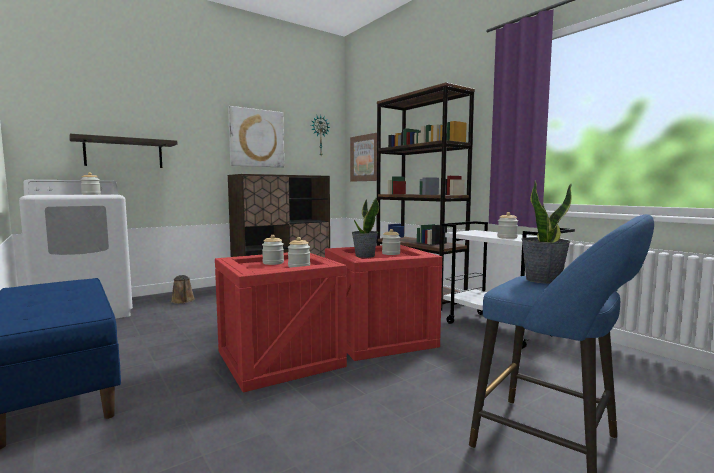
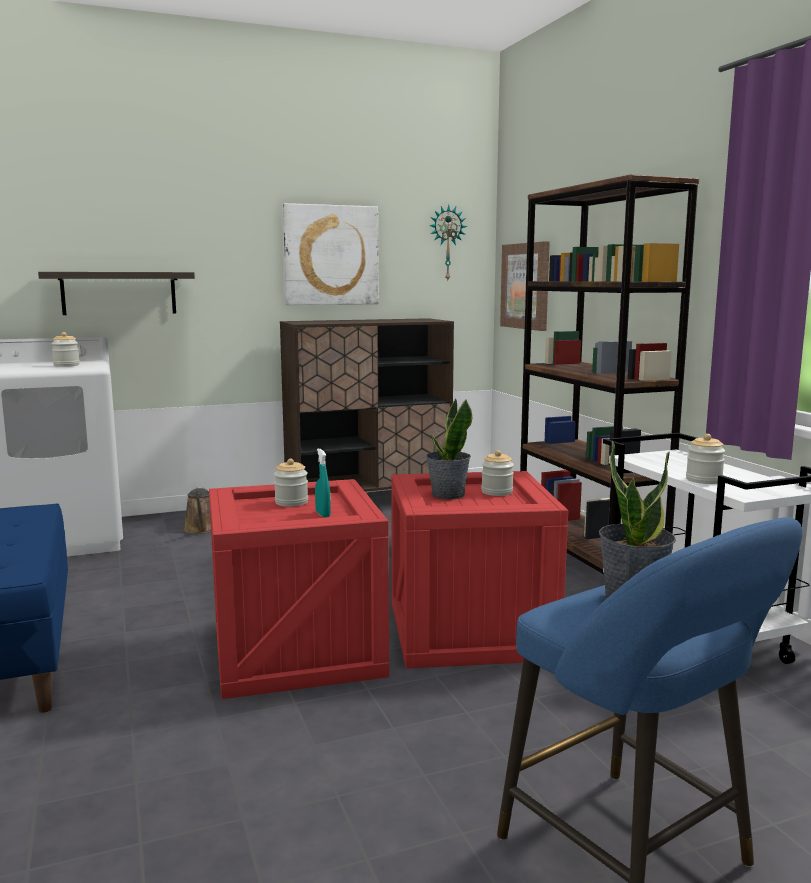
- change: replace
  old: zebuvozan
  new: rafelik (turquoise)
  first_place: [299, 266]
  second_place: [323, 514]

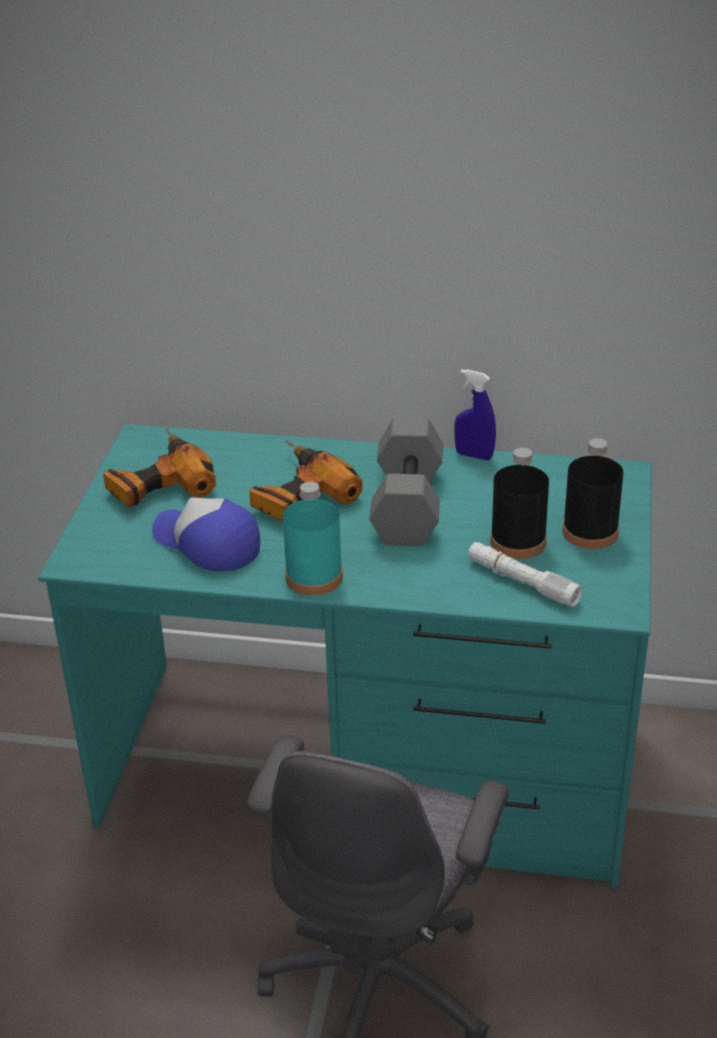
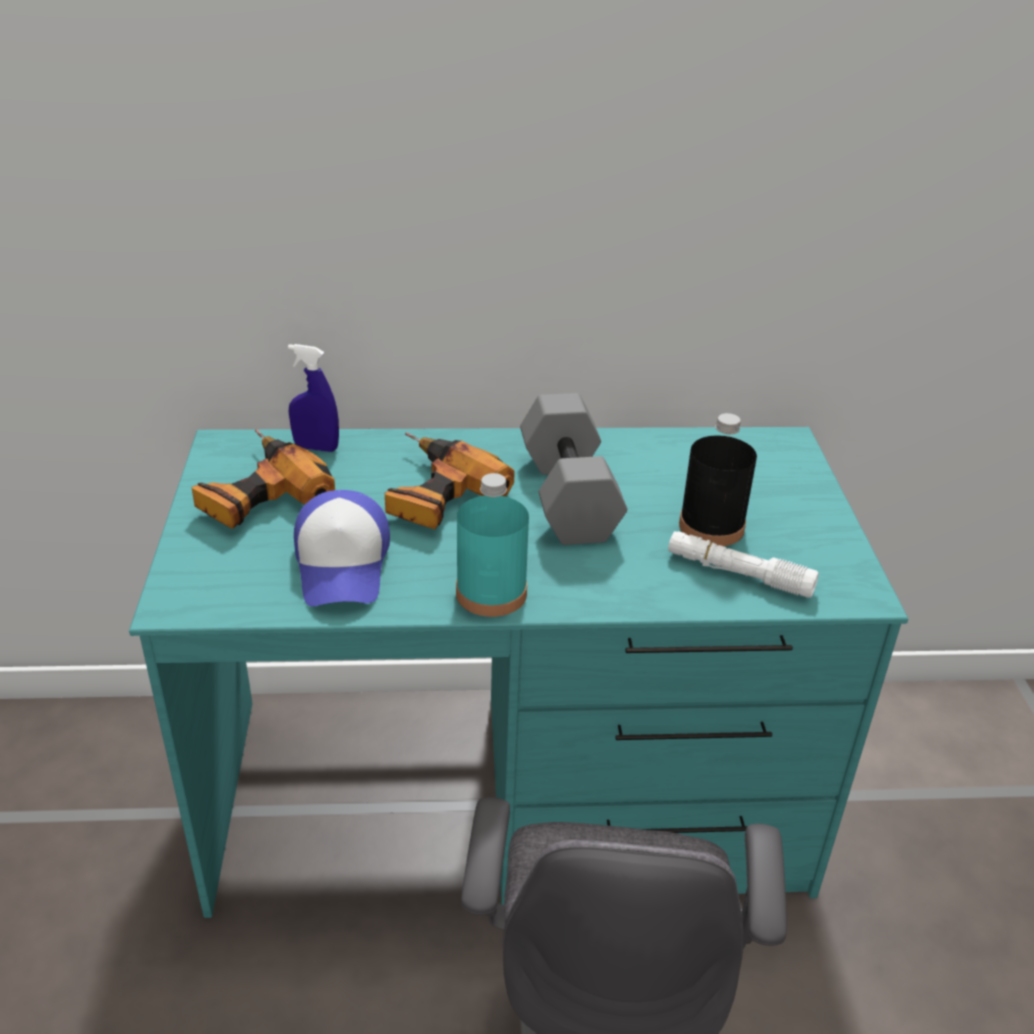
- change: move
  old: rafelik (blue)
  first_place: [474, 455]
  second_place: [316, 448]
- change: rotate
  old: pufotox
  first_place: [207, 543]
  second_place: [343, 564]
  degrees: -120
- change: delete
  old: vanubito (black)
  first_place: [590, 532]

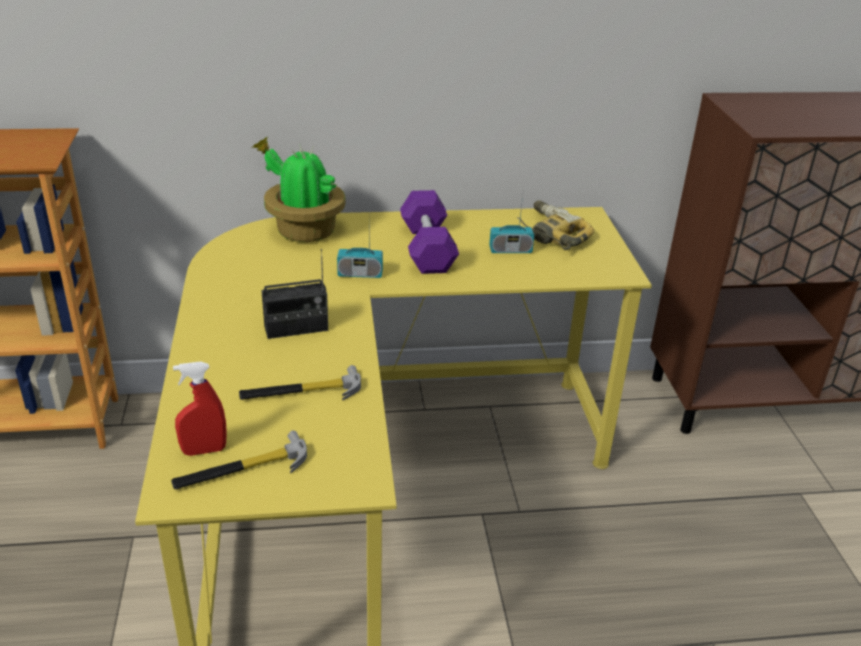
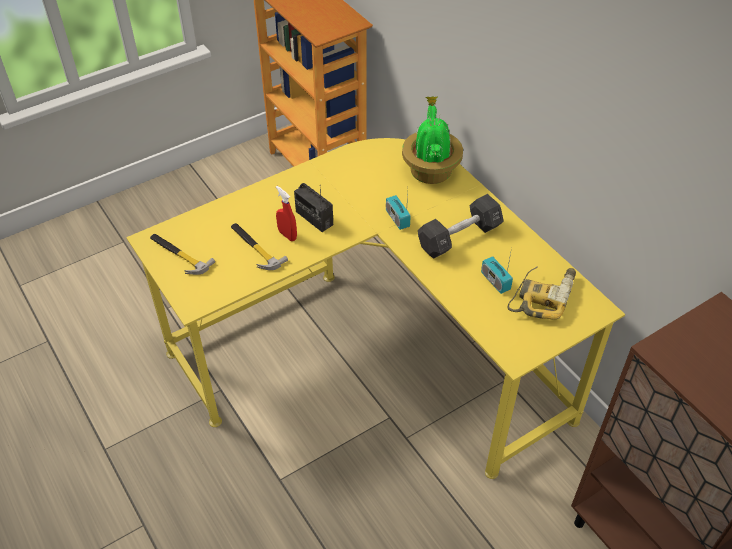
- change: move
  old: rafelik (red)
  first_place: [204, 450]
  second_place: [287, 235]
- change: recolor
  old: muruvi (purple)
  new: muruvi (black)
  first_place: [427, 248]
  second_place: [459, 237]

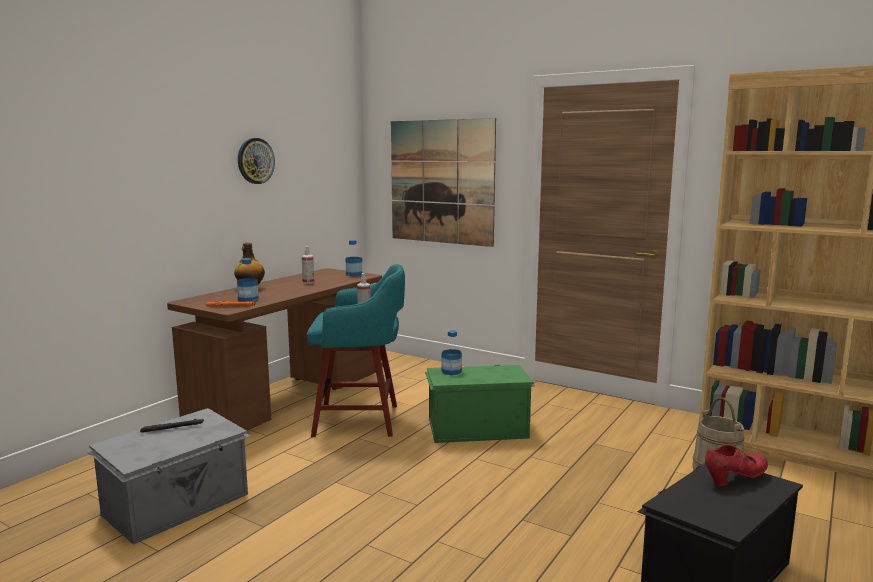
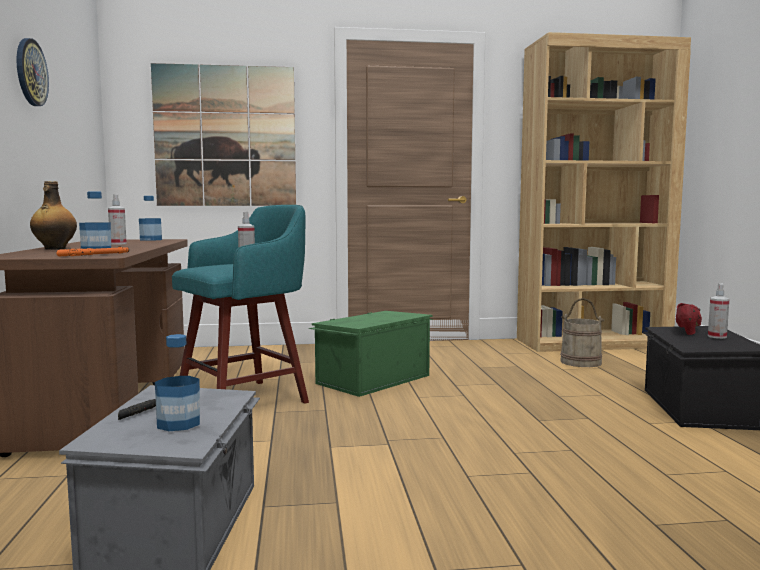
- change: move
  old: vanubito
  first_place: [451, 371]
  second_place: [178, 423]
- change: insert
  new: rafelik
  second_place: [717, 336]

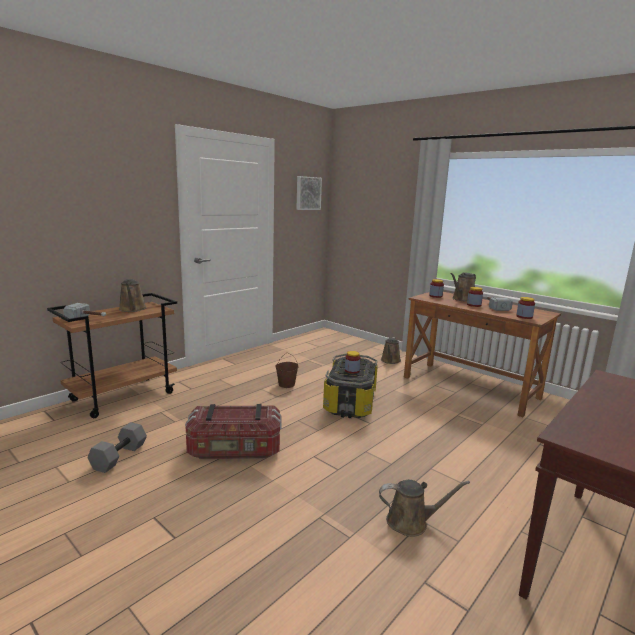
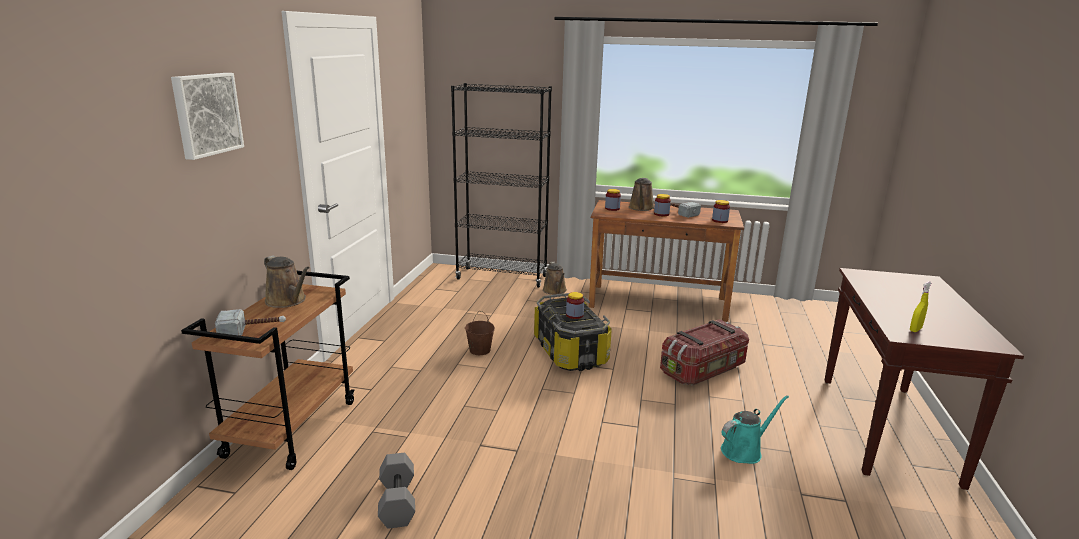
- change: move
  old: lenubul
  first_place: [307, 193]
  second_place: [206, 114]
- change: insert
  new: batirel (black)
  second_place: [502, 278]
- change: move
  old: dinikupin
  first_place: [235, 450]
  second_place: [704, 370]
- change: recolor
  old: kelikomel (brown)
  new: kelikomel (turquoise)
  first_place: [411, 522]
  second_place: [744, 450]
- change: insert
  new: rafelik (yellow)
  second_place: [915, 330]

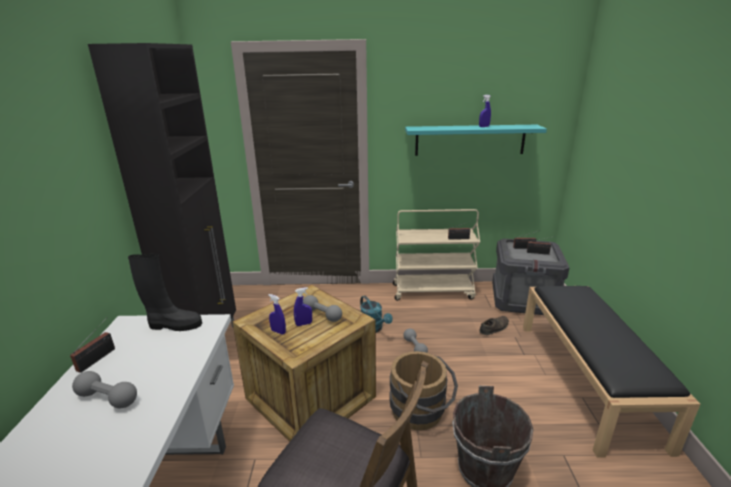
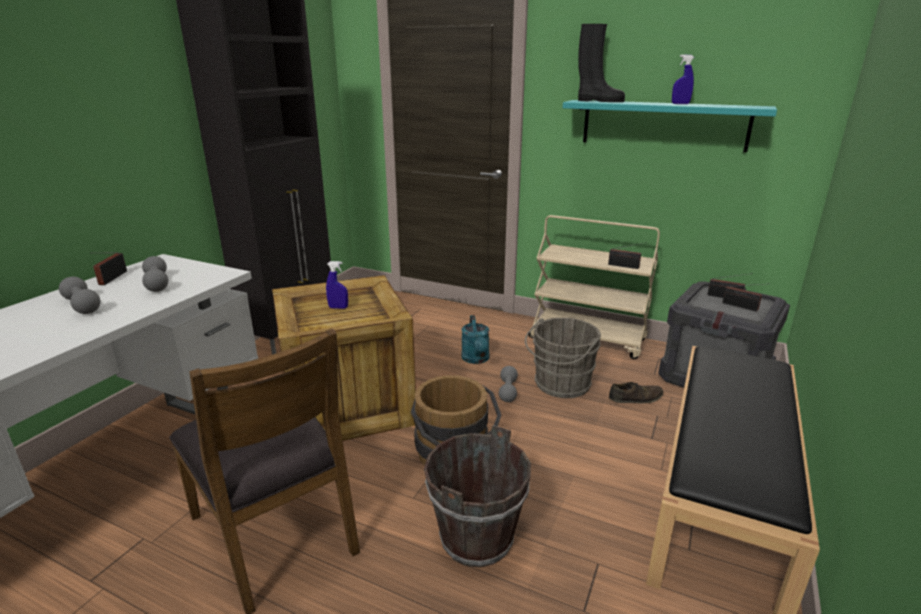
- change: rotate
  old: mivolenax
  first_place: [98, 358]
  second_place: [111, 278]
  degrees: 135
- change: move
  old: muruvi (grey)
  first_place: [322, 315]
  second_place: [157, 283]
- change: insert
  new: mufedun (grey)
  second_place: [560, 385]
- change: move
  old: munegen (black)
  first_place: [174, 325]
  second_place: [599, 101]
- change: delete
  old: rafelik (blue)
  first_place: [278, 331]

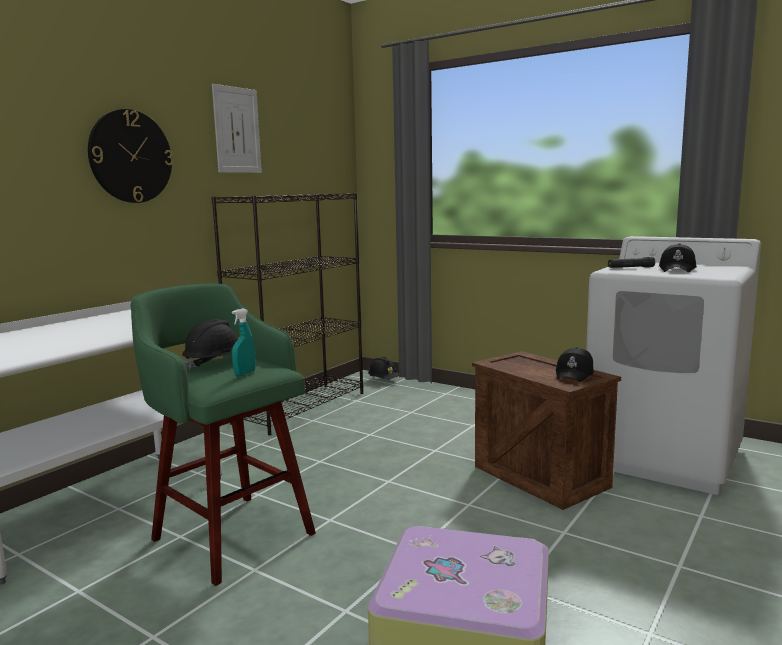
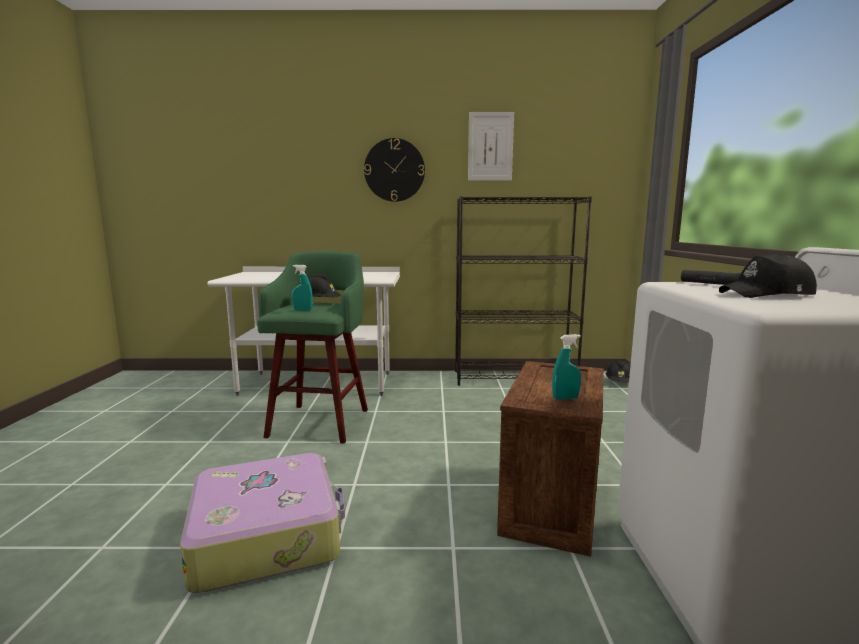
- change: replace
  old: pufotox (black)
  new: rafelik (turquoise)
  first_place: [575, 374]
  second_place: [565, 398]

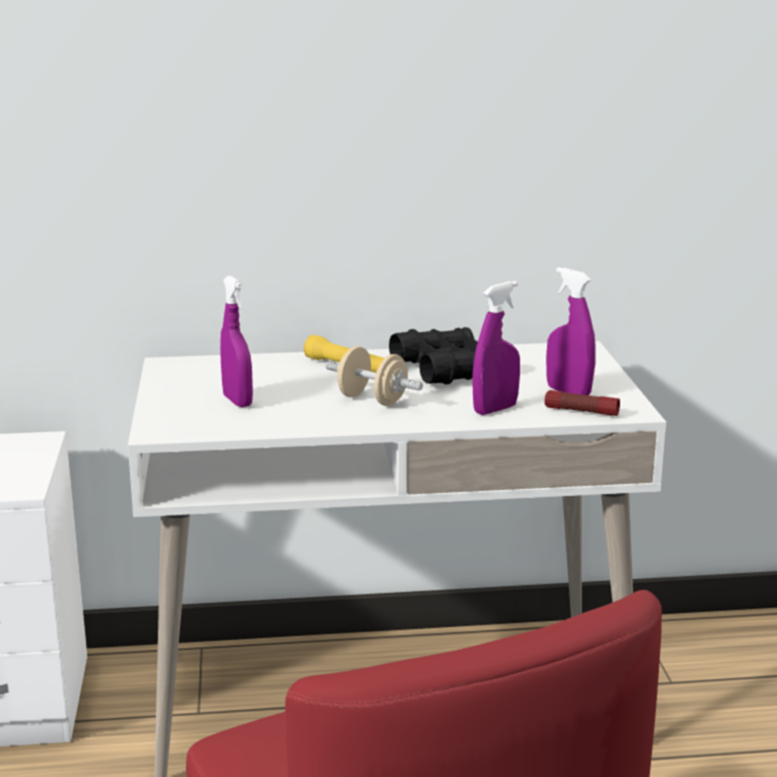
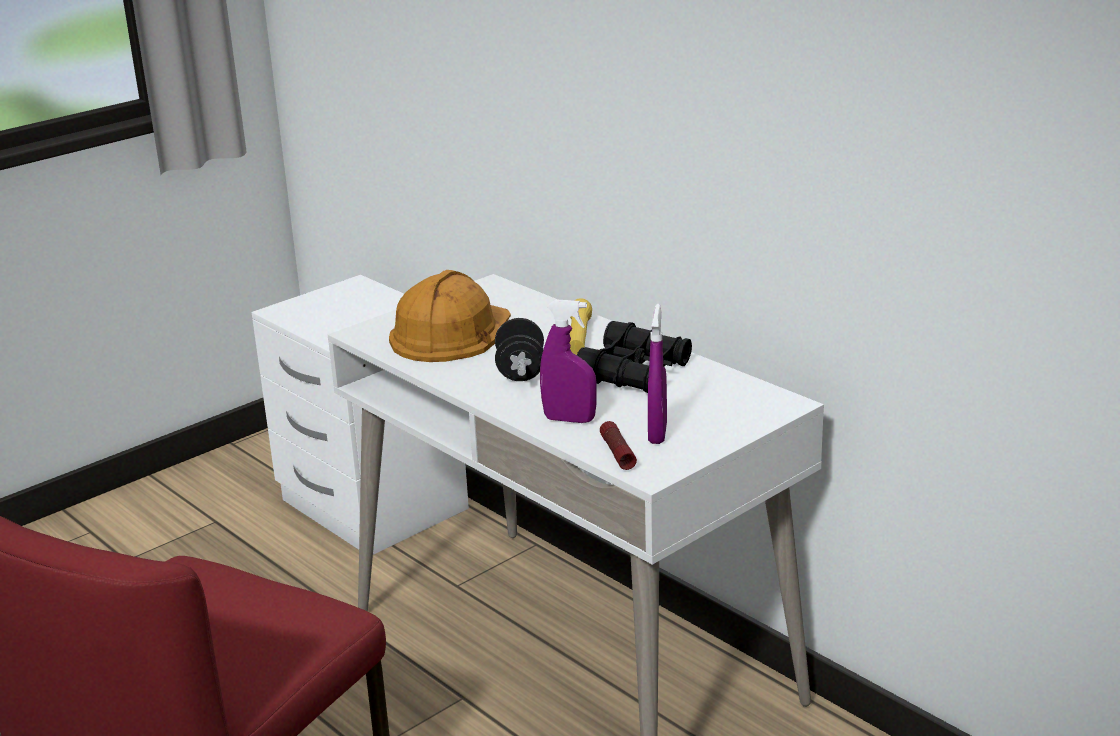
- change: replace
  old: rafelik (purple)
  new: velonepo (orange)
  first_place: [237, 401]
  second_place: [450, 332]
- change: recolor
  old: muruvi (beige)
  new: muruvi (black)
  first_place: [372, 400]
  second_place: [520, 371]

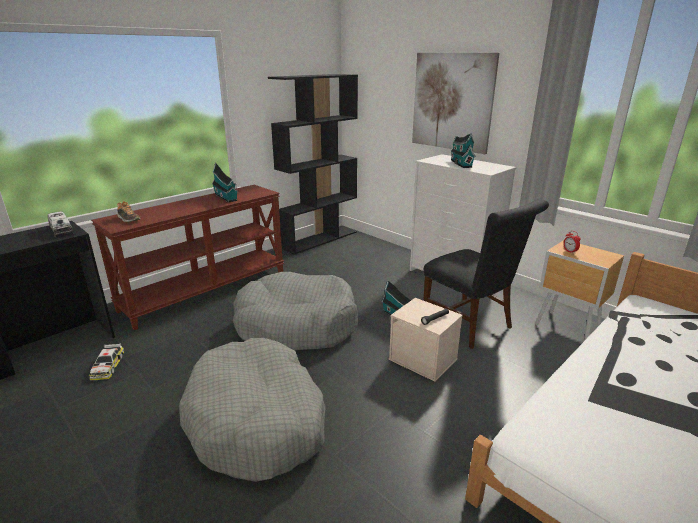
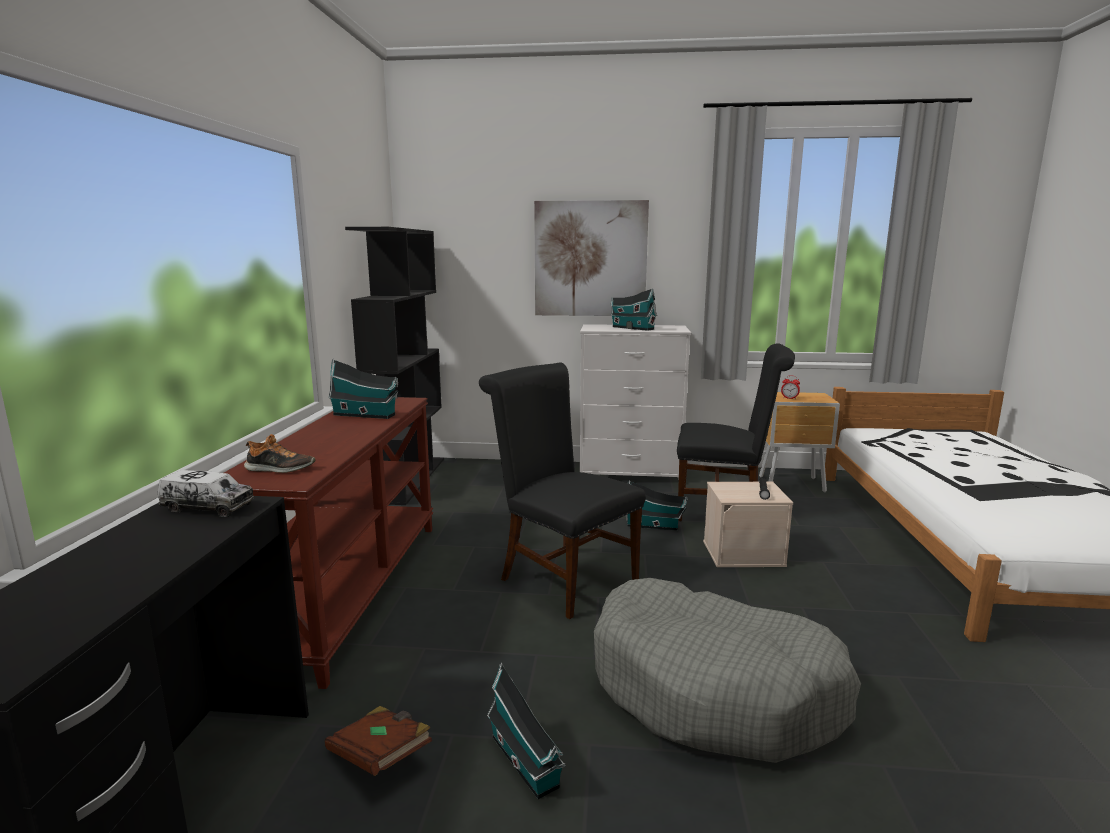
- change: replace
  old: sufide
  new: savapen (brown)
  first_place: [107, 366]
  second_place: [381, 756]
- change: replace
  old: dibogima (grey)
  new: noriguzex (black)
  first_place: [296, 325]
  second_place: [562, 576]
- change: insert
  new: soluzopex
  second_place: [526, 764]

